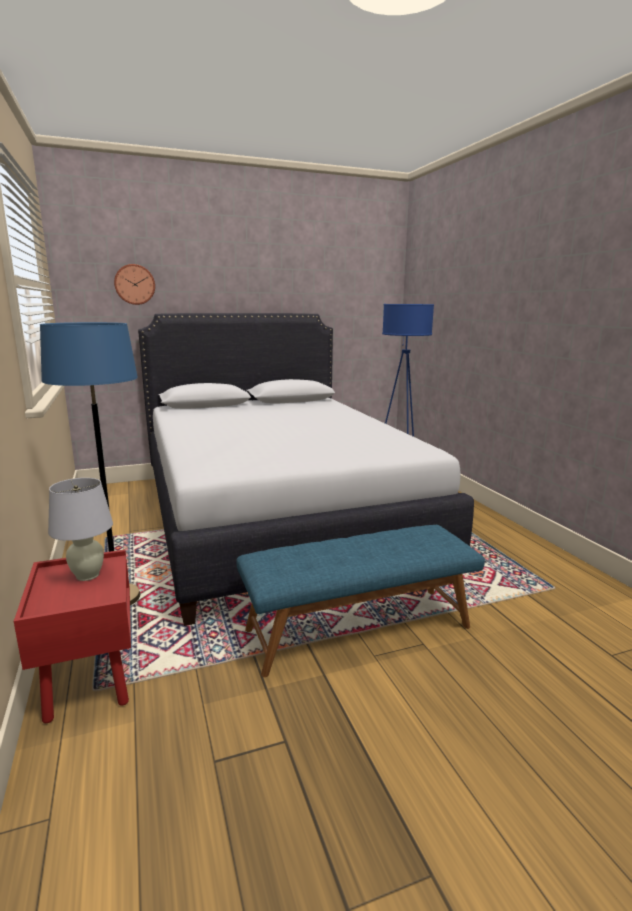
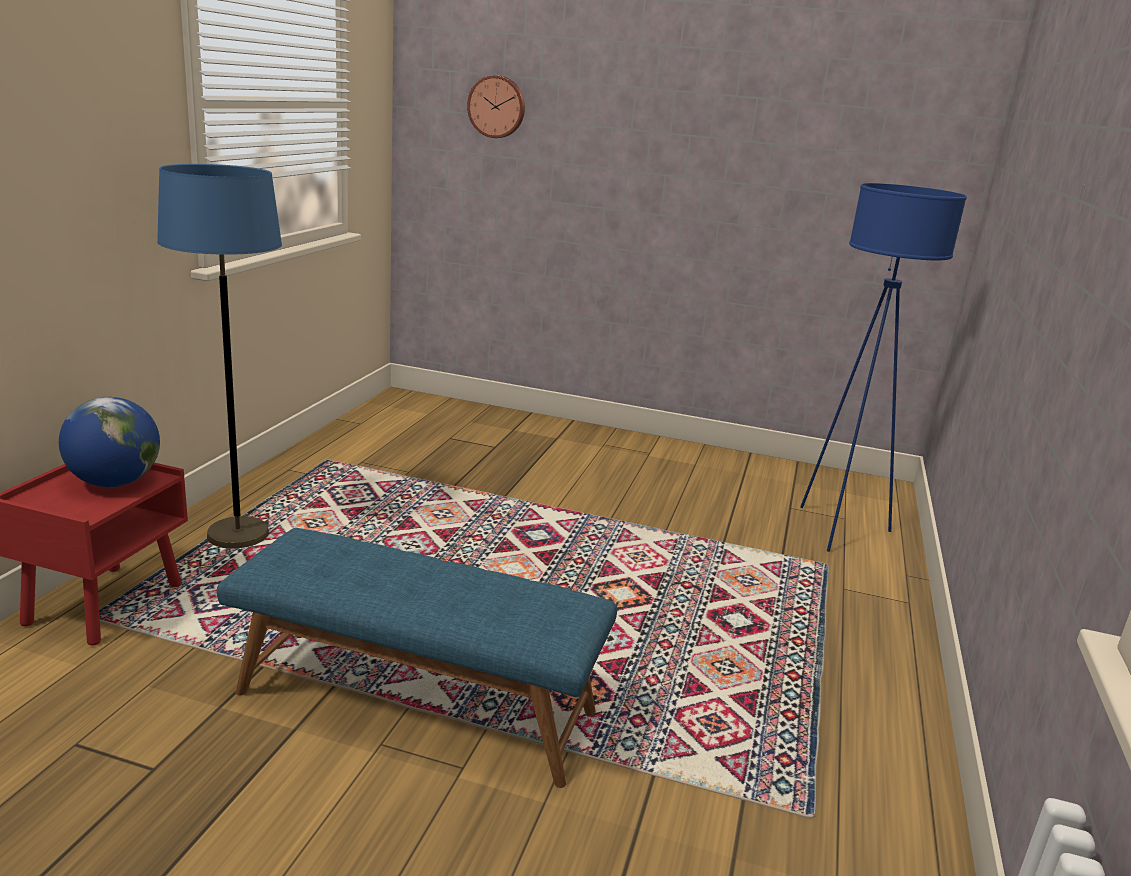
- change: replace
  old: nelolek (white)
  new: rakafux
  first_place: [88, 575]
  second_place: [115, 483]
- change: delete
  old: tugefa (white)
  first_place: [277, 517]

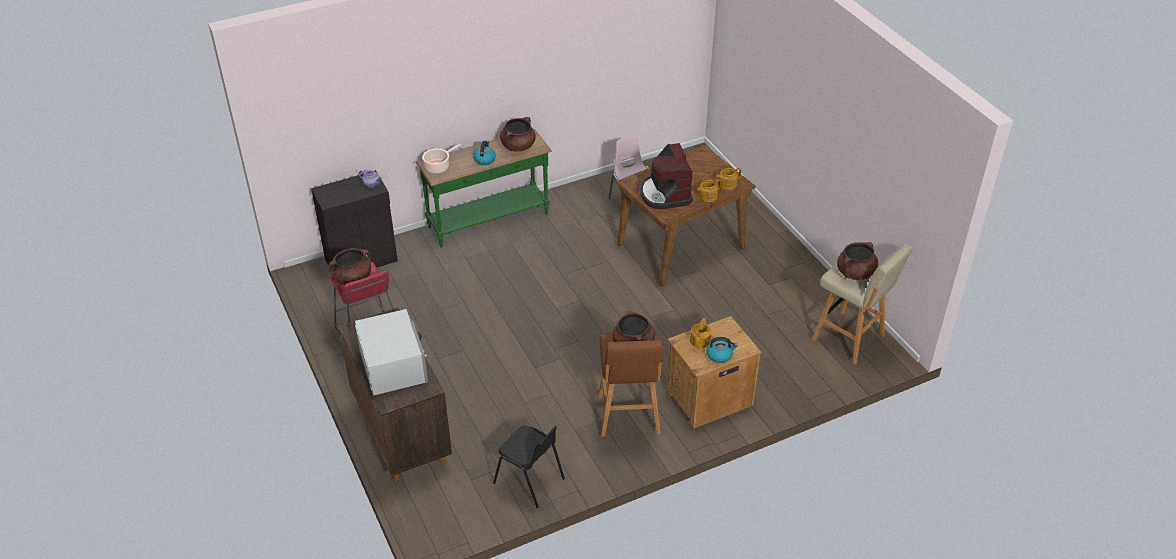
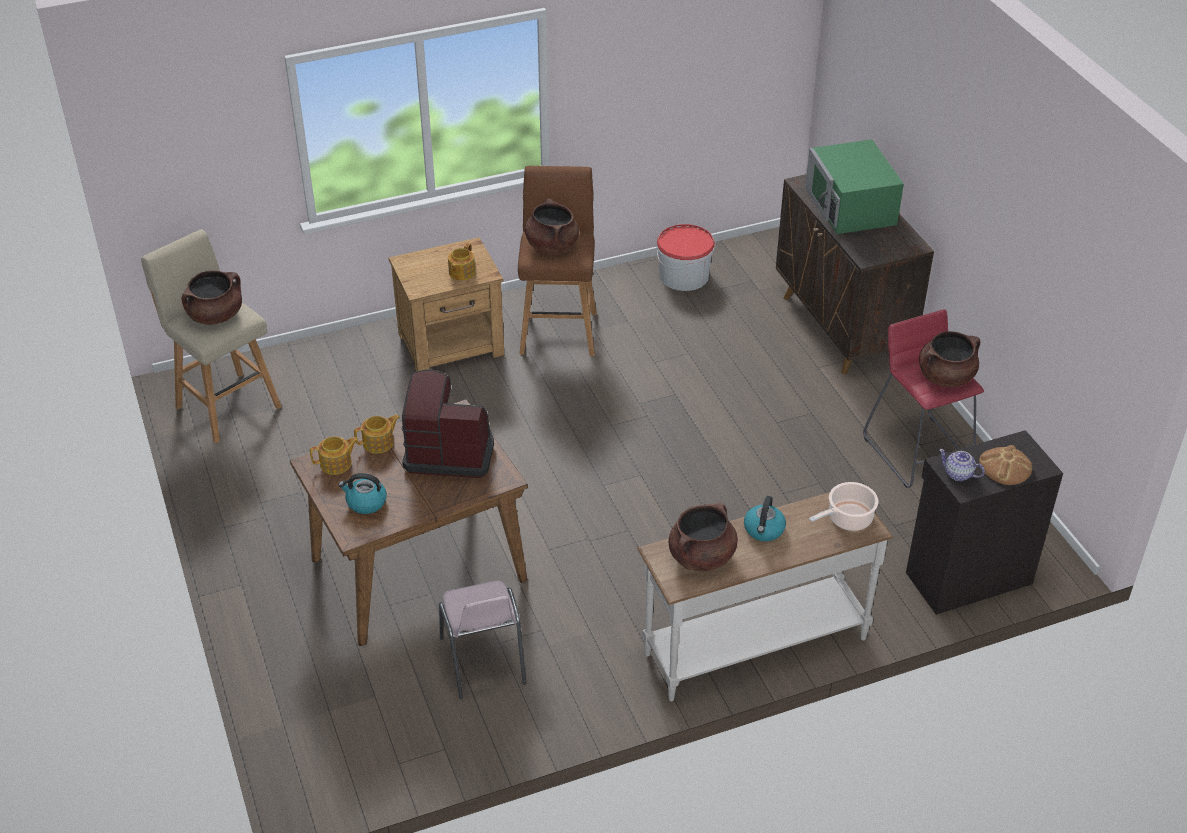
- change: move
  old: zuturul
  first_place: [719, 355]
  second_place: [365, 502]
- change: rotate
  old: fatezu
  first_place: [665, 194]
  second_place: [449, 451]
  degrees: -75
- change: recolor
  old: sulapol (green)
  new: sulapol (white)
  first_place: [489, 221]
  second_place: [754, 644]
- change: replace
  old: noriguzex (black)
  new: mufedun
  first_place: [529, 481]
  second_place: [684, 275]
- change: recolor
  old: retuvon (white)
  new: retuvon (green)
  first_place: [393, 364]
  second_place: [851, 207]
- change: insert
  new: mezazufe
  second_place: [1005, 467]

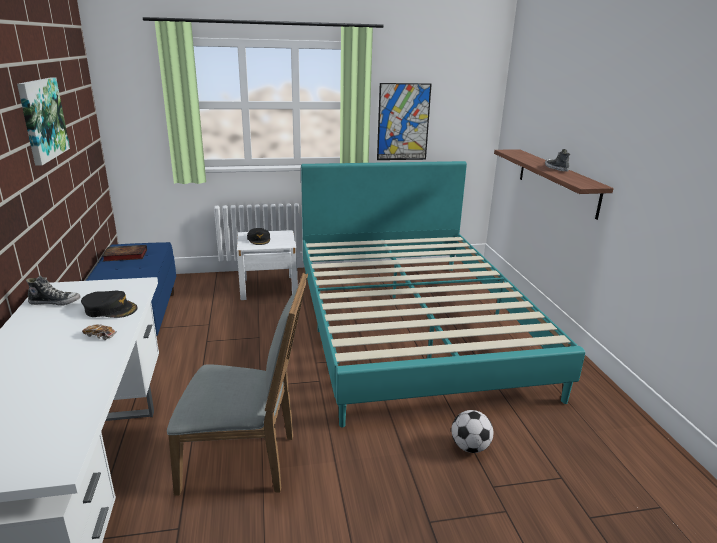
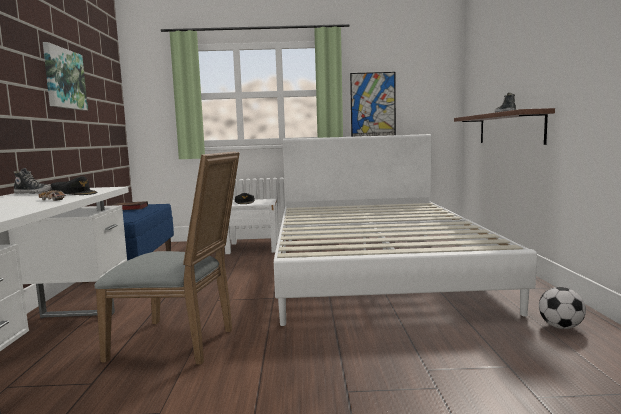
- change: recolor
  old: tugefa (turquoise)
  new: tugefa (white)
  first_place: [411, 326]
  second_place: [375, 268]
- change: move
  old: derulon
  first_place: [470, 447]
  second_place: [560, 327]

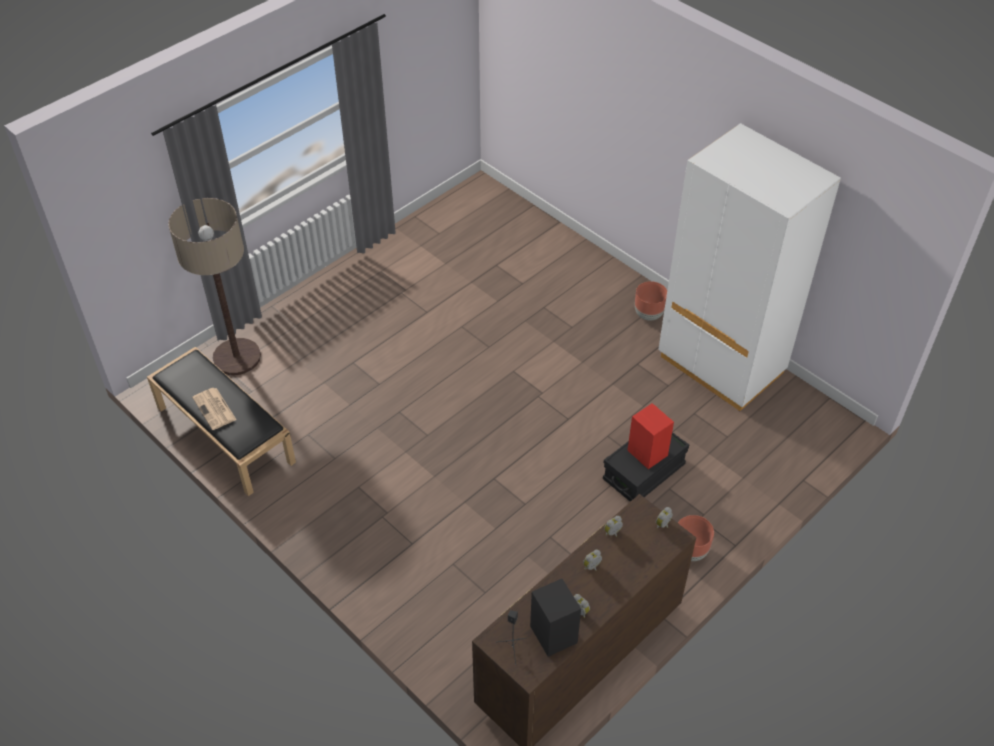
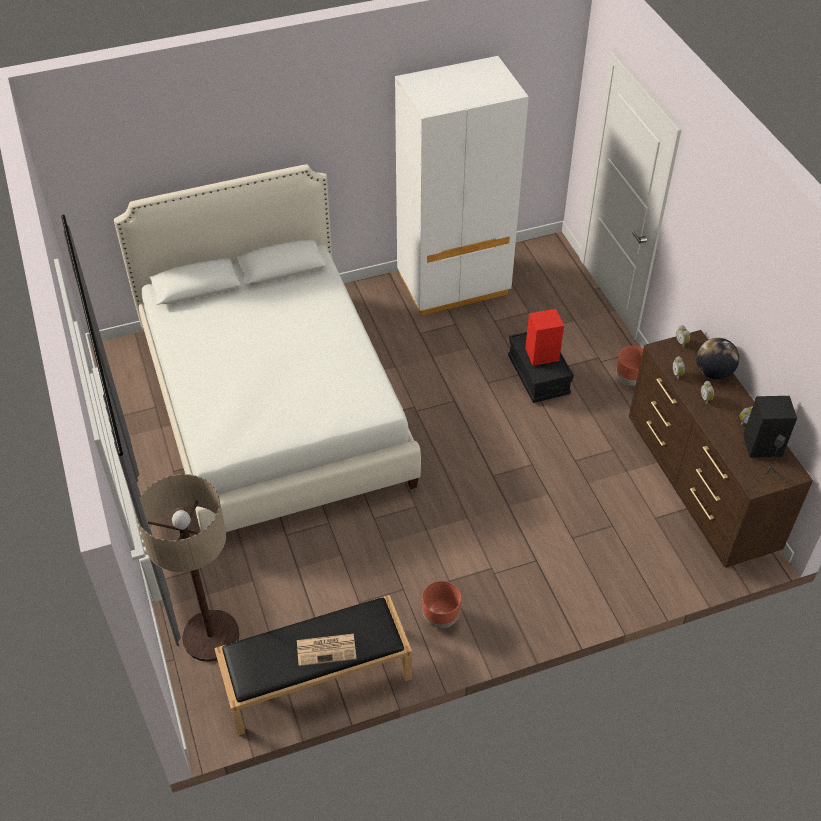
- change: insert
  new: tugefa (white)
  second_place: [274, 407]
- change: move
  old: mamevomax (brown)
  first_place: [649, 314]
  second_place: [440, 617]
- change: insert
  new: rakafux
  second_place: [713, 372]

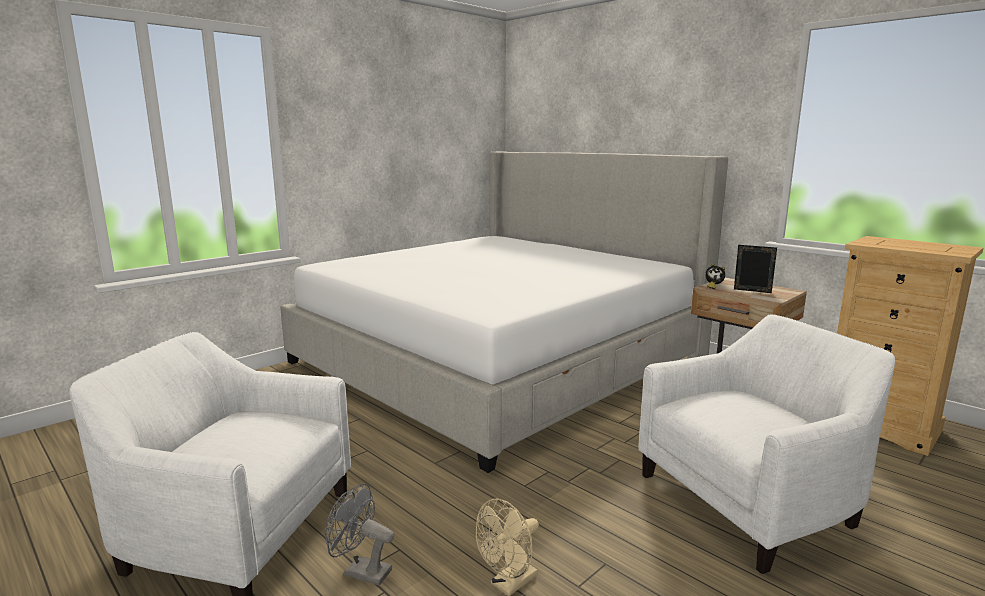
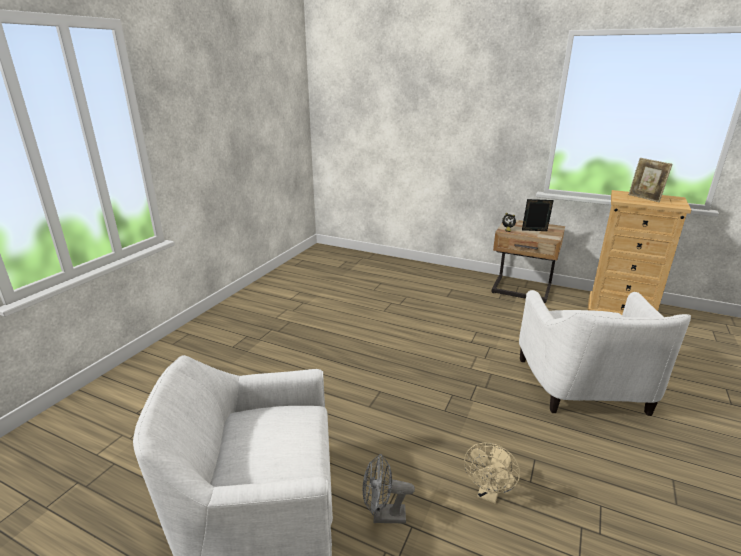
- change: rotate
  old: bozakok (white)
  first_place: [752, 501]
  second_place: [585, 387]
  degrees: 135
- change: insert
  new: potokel
  second_place: [644, 198]
- change: delete
  old: tugefa
  first_place: [498, 361]

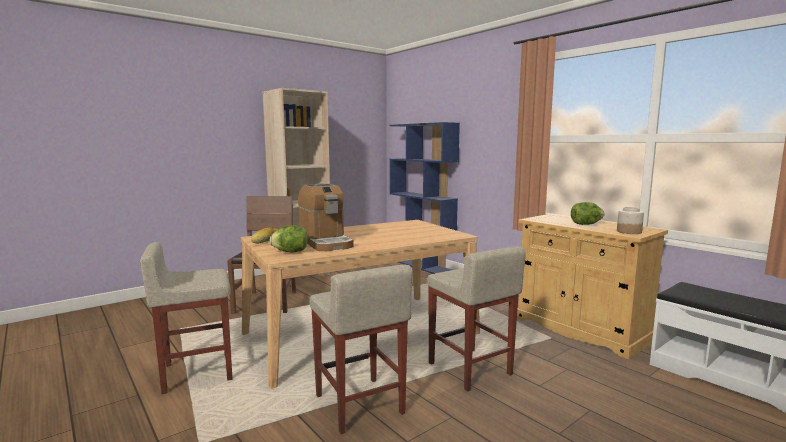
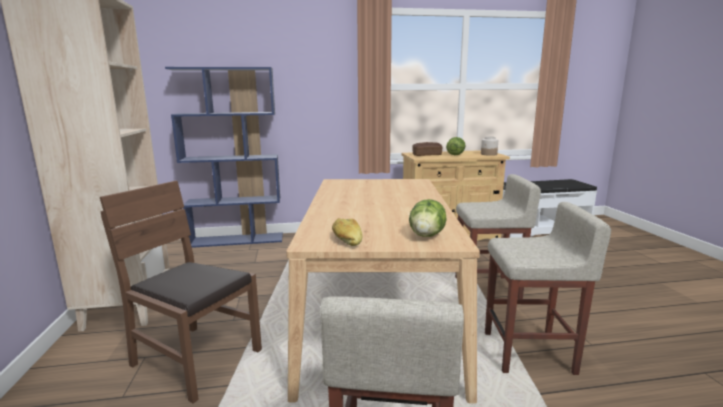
- change: insert
  new: mezazufe
  second_place: [427, 155]
- change: delete
  old: fatezu
  first_place: [325, 243]

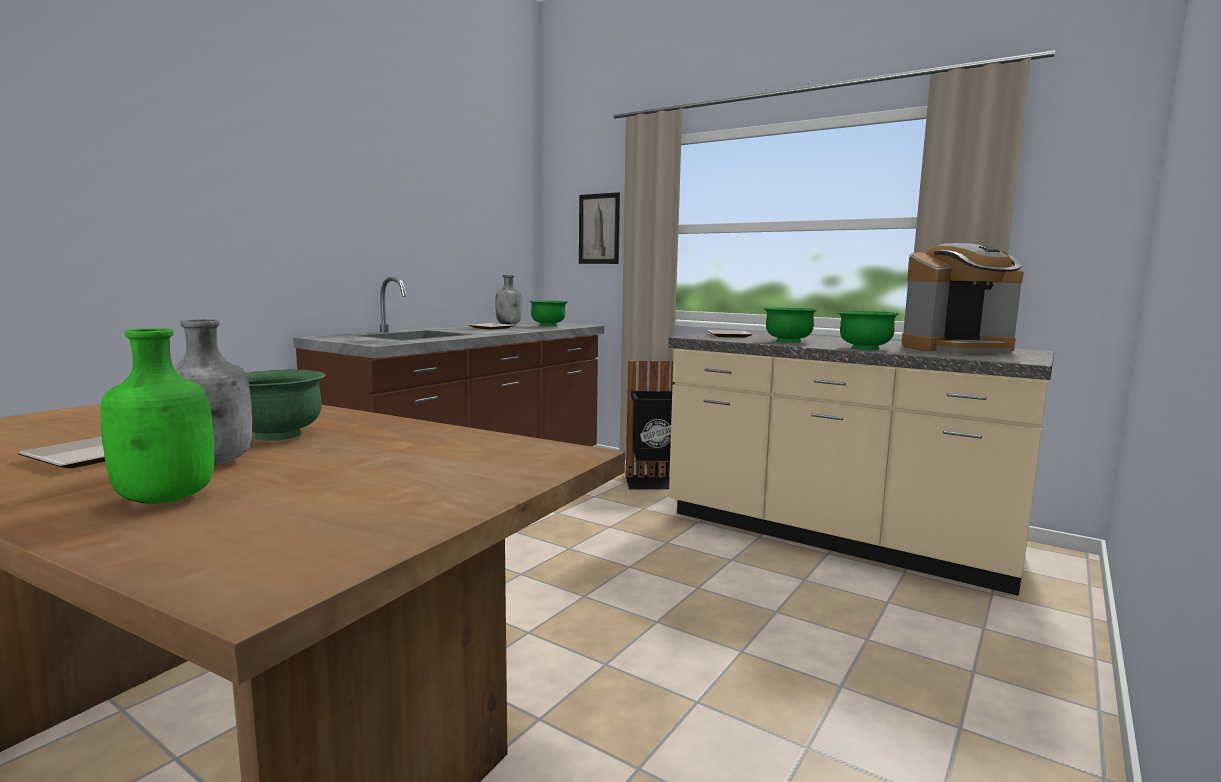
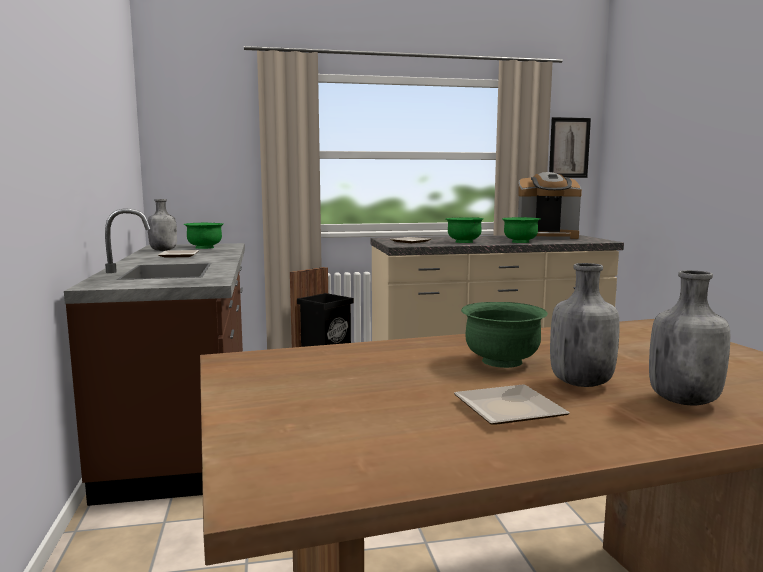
- change: rotate
  old: fatezu
  first_place: [957, 349]
  second_place: [547, 237]
  degrees: 60
- change: move
  old: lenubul
  first_place: [599, 229]
  second_place: [569, 148]
- change: recolor
  old: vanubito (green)
  new: vanubito (grey)
  first_place: [168, 498]
  second_place: [684, 400]

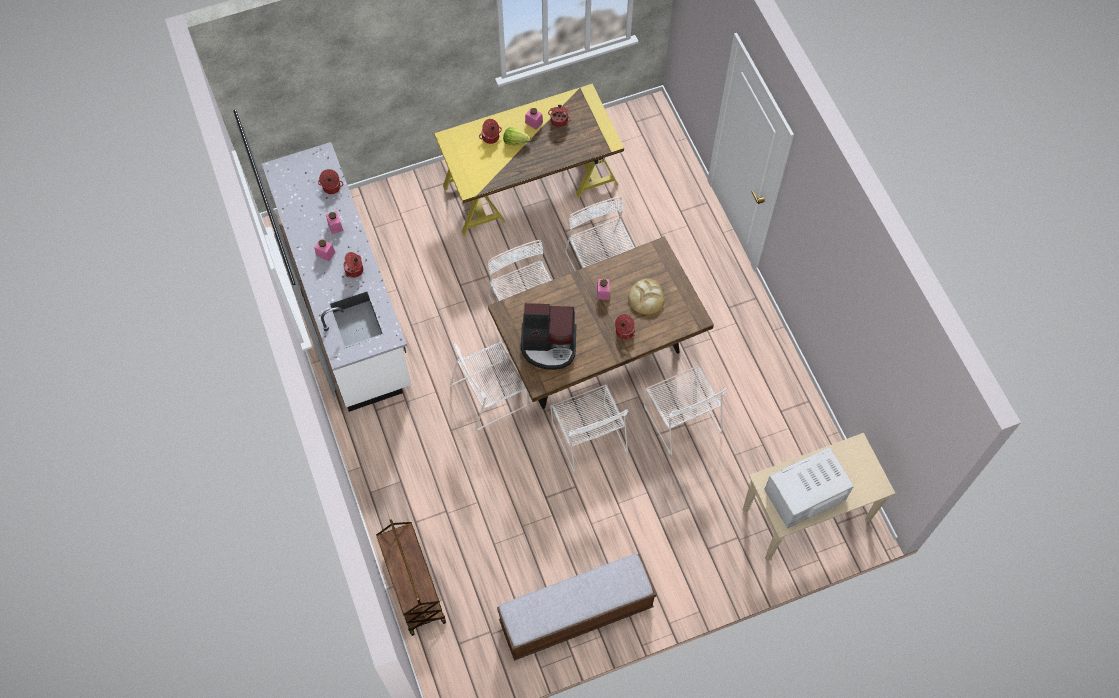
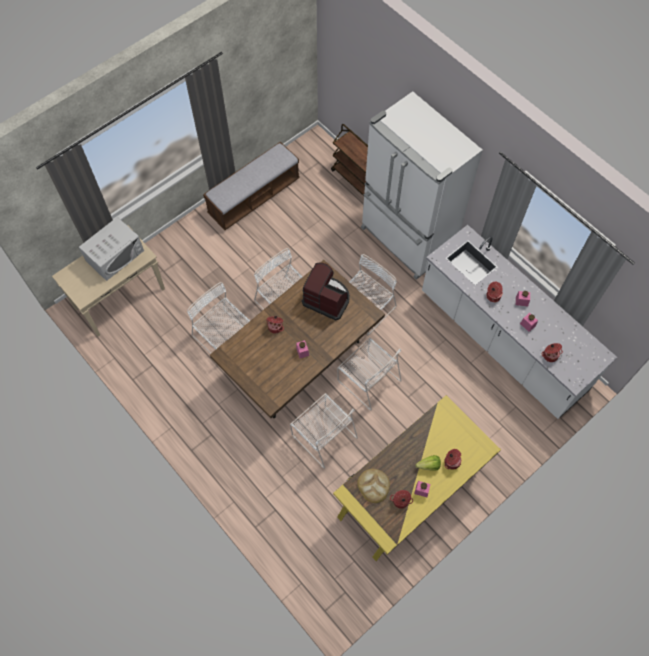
- change: rotate
  old: fatezu
  first_place: [549, 345]
  second_place: [327, 299]
  degrees: 45
- change: move
  old: mezazufe
  first_place: [646, 298]
  second_place: [373, 485]
- change: insert
  new: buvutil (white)
  second_place: [406, 240]

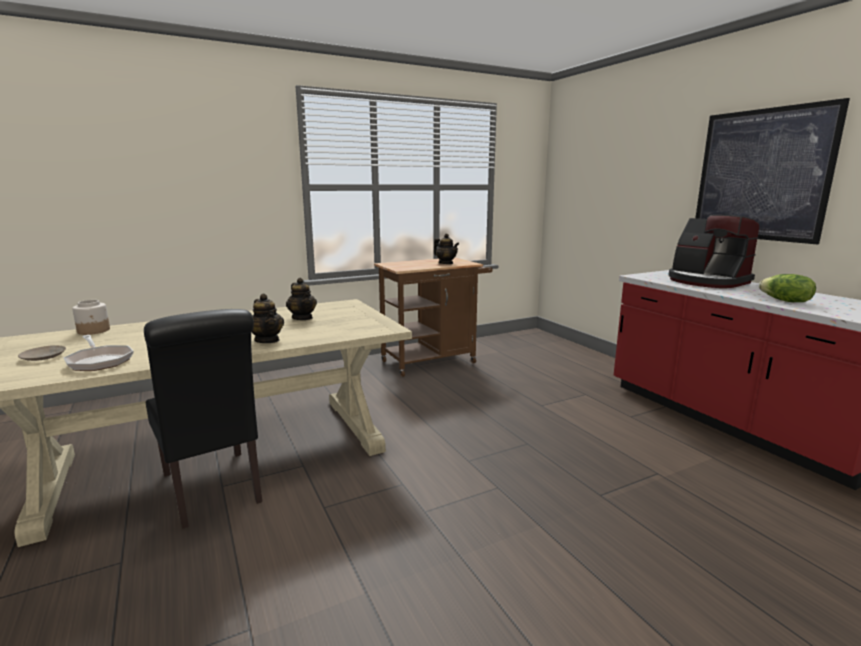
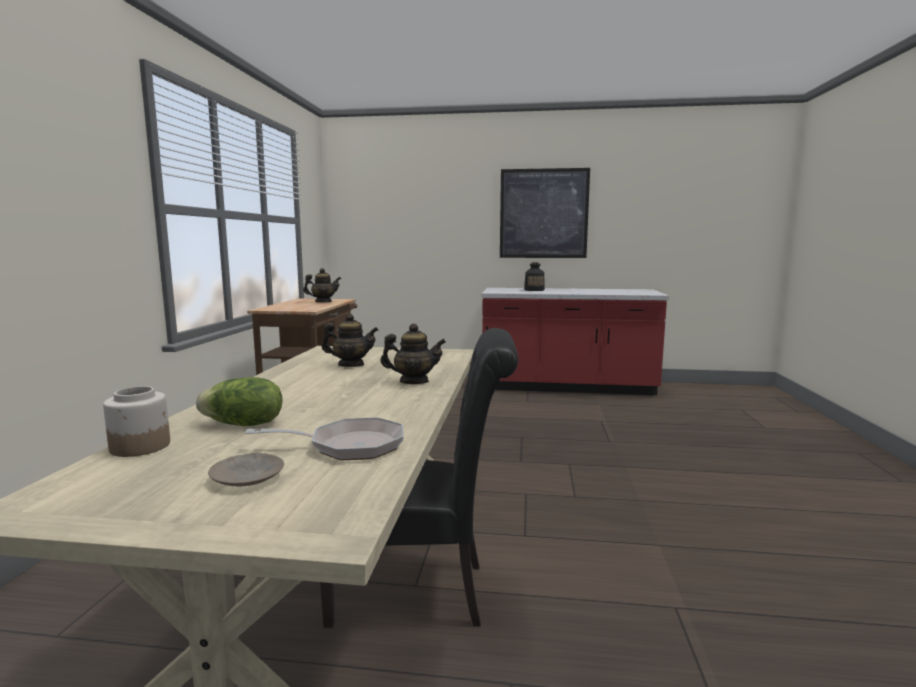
- change: move
  old: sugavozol
  first_place: [785, 301]
  second_place: [244, 425]
- change: replace
  old: fatezu
  new: vanubito
  first_place: [707, 281]
  second_place: [534, 290]

